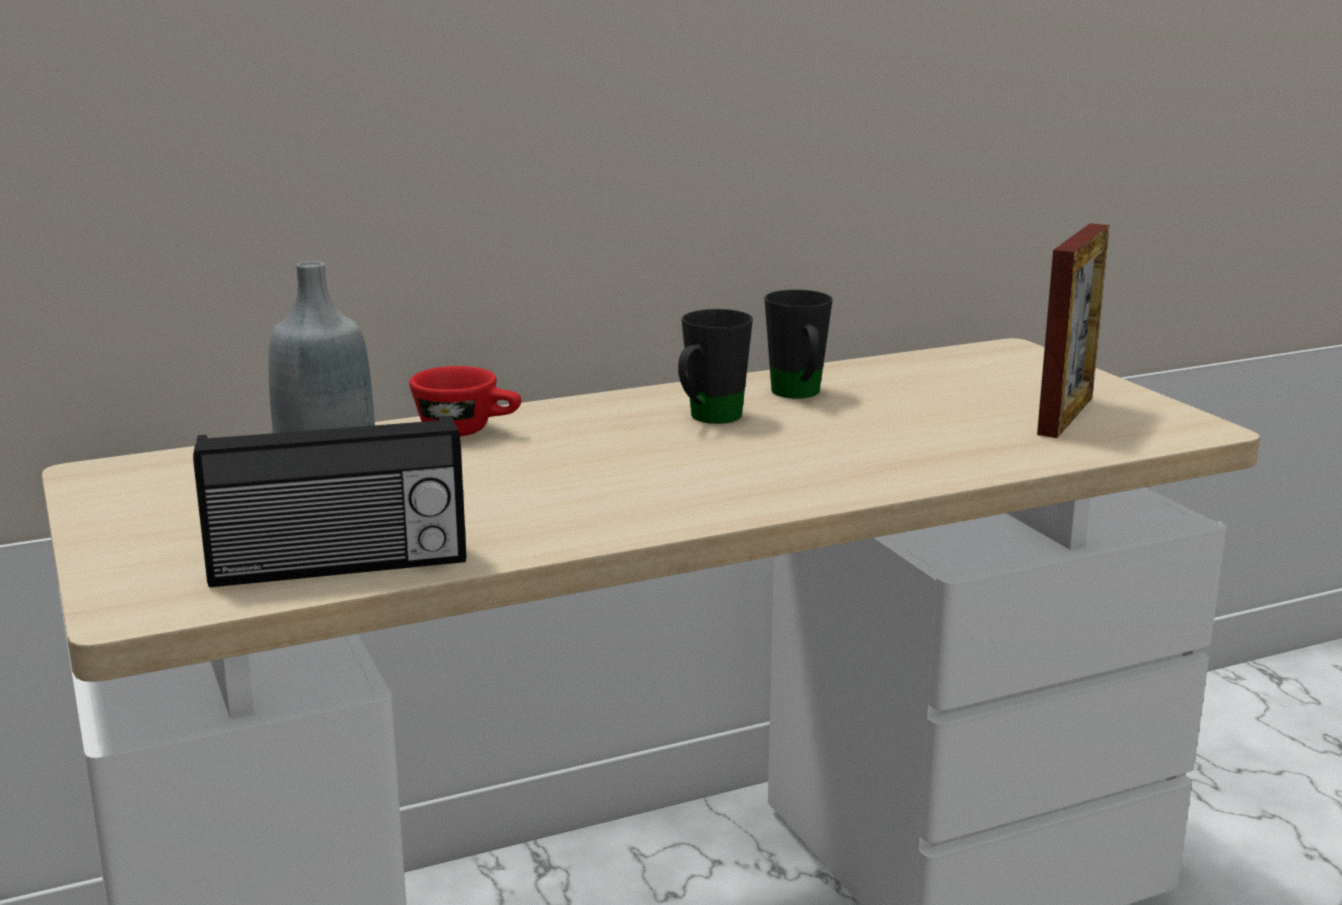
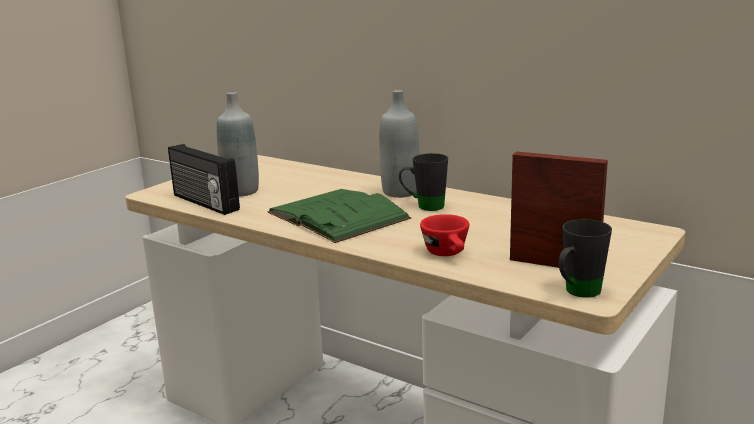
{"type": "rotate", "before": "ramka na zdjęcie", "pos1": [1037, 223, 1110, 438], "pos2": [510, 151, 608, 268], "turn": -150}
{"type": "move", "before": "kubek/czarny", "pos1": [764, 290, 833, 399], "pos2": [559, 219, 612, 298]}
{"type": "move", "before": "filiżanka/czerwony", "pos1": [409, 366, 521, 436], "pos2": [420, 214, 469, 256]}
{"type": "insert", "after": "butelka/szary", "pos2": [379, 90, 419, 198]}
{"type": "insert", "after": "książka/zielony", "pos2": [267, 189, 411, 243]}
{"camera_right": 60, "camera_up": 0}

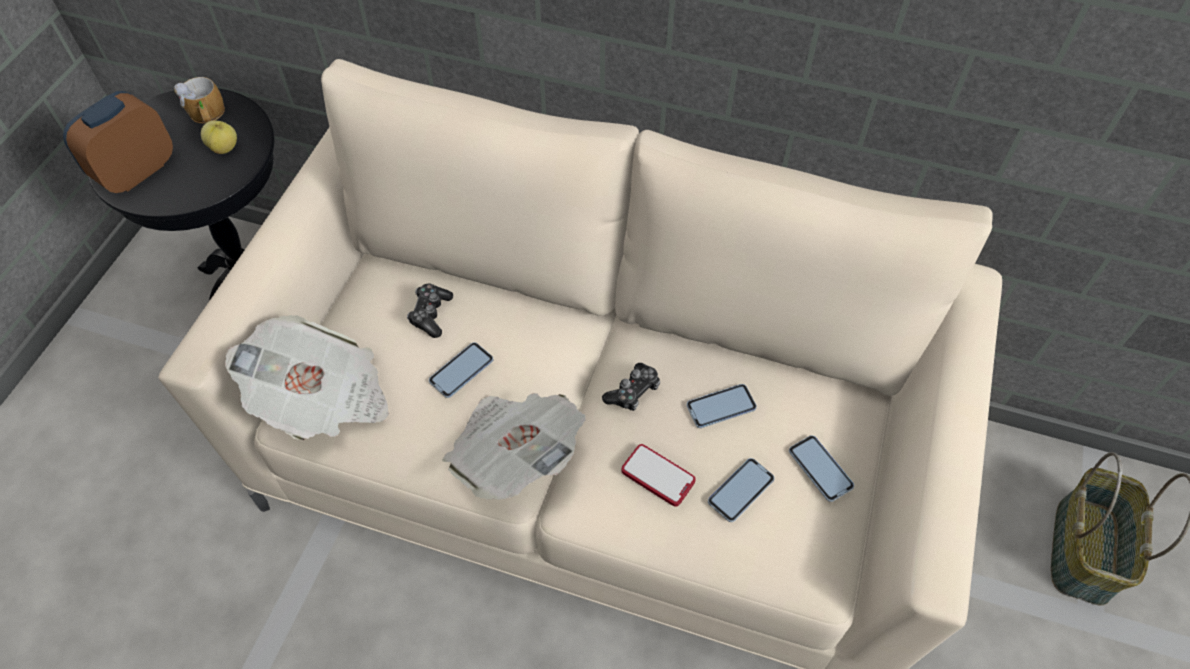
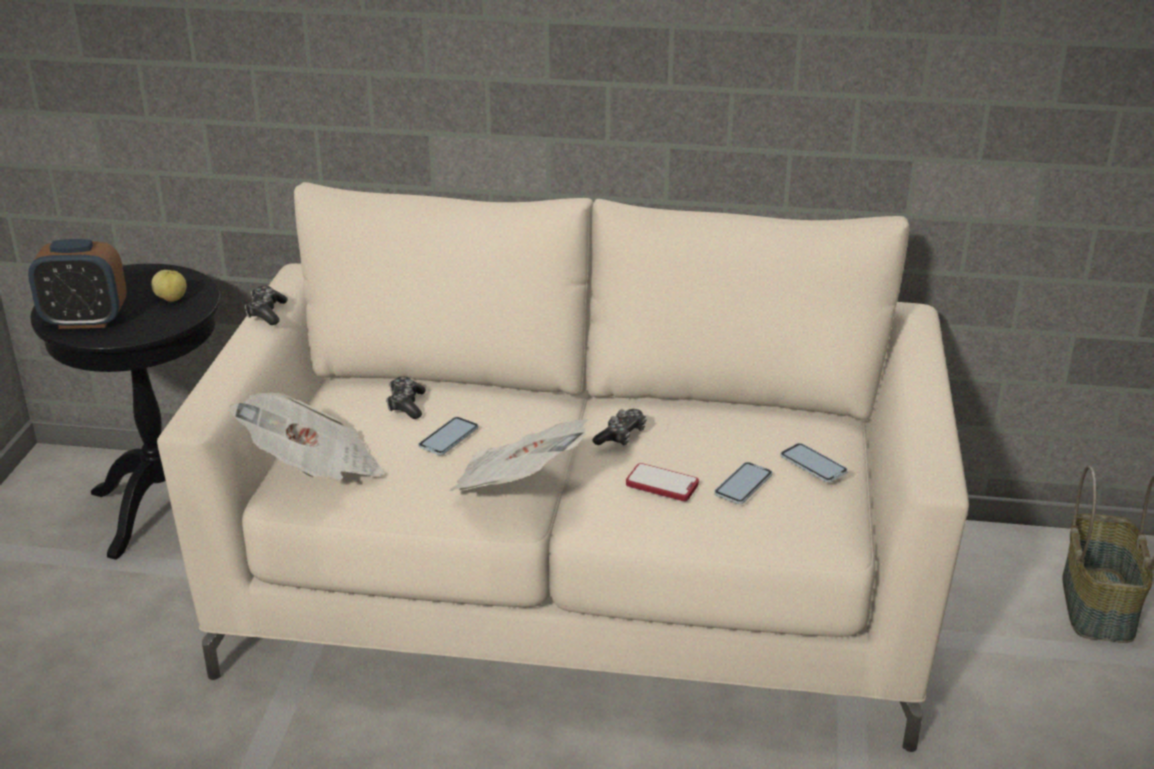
{"type": "delete", "before": "kubek", "pos1": [174, 77, 225, 123]}
{"type": "rotate", "before": "budzik", "pos1": [63, 91, 173, 193], "pos2": [28, 239, 127, 329], "turn": -120}
{"type": "delete", "before": "telefon", "pos1": [686, 384, 757, 428]}
{"type": "insert", "after": "pad do gier", "pos2": [245, 286, 288, 325]}
{"camera_right": -10, "camera_up": -25}

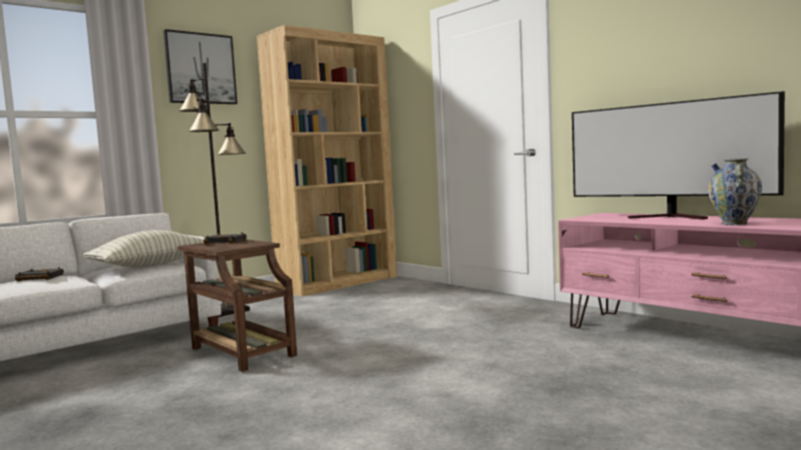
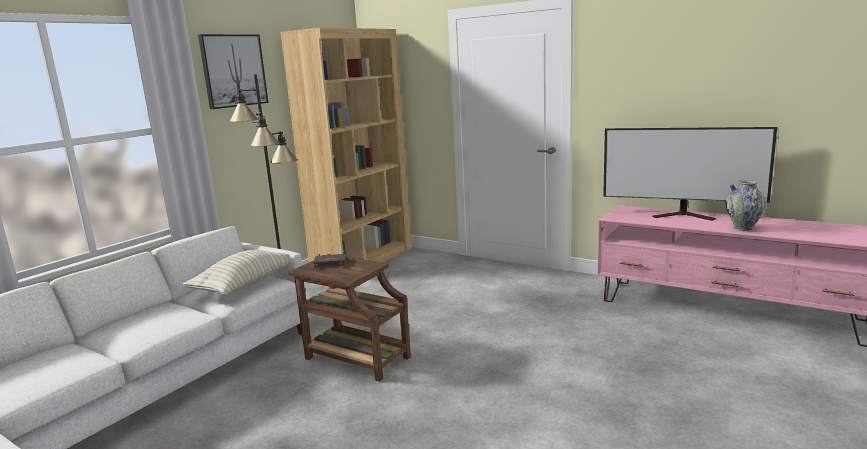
{"type": "delete", "before": "książka/czarny", "pos1": [15, 267, 64, 281]}
{"camera_right": -15, "camera_up": 10}

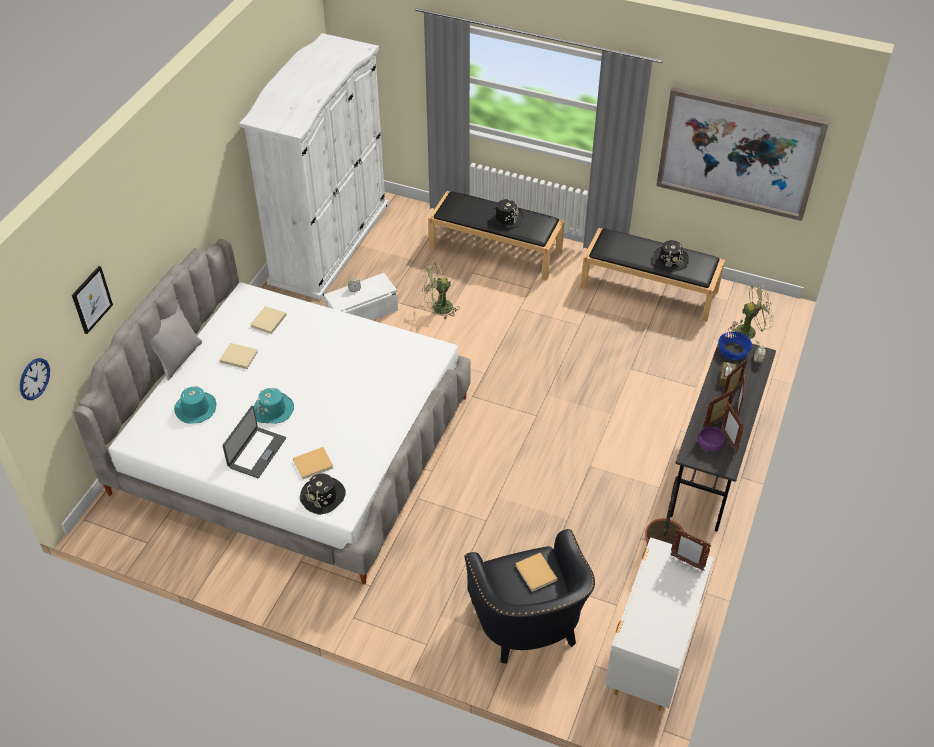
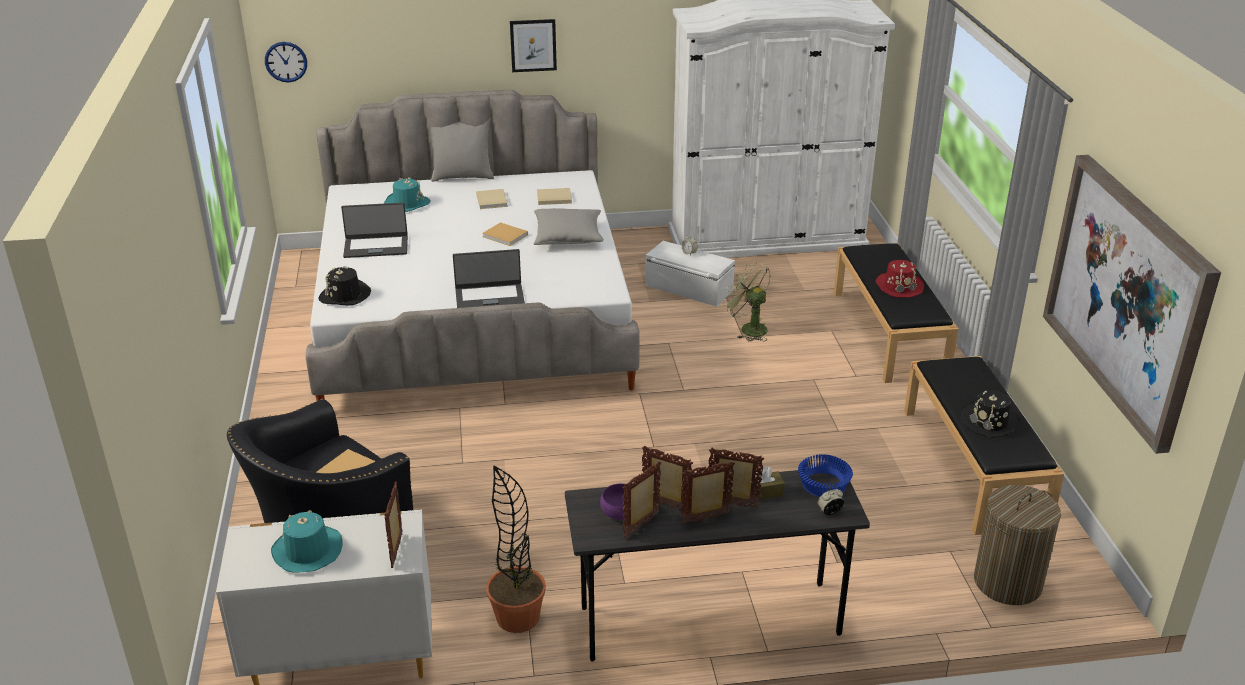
{"type": "recolor", "before": "kapelusz/czarny", "after": "kapelusz/czerwony", "pos1": [489, 199, 523, 228], "pos2": [876, 260, 924, 298]}
{"type": "move", "before": "obraz", "pos1": [72, 266, 113, 334], "pos2": [510, 19, 557, 72]}
{"type": "replace", "before": "wentylator/zielony", "after": "kosz na pranie", "pos1": [728, 285, 773, 344], "pos2": [974, 485, 1061, 605]}
{"type": "move", "before": "kapelusz/turkusowy", "pos1": [254, 388, 294, 424], "pos2": [271, 510, 343, 573]}
{"type": "move", "before": "książka/beżowy", "pos1": [293, 447, 333, 479], "pos2": [482, 222, 528, 246]}
{"type": "insert", "after": "poduszka/szary", "pos2": [533, 208, 604, 245]}
{"type": "insert", "after": "laptop", "pos2": [453, 249, 525, 308]}
{"camera_right": 60, "camera_up": -15}

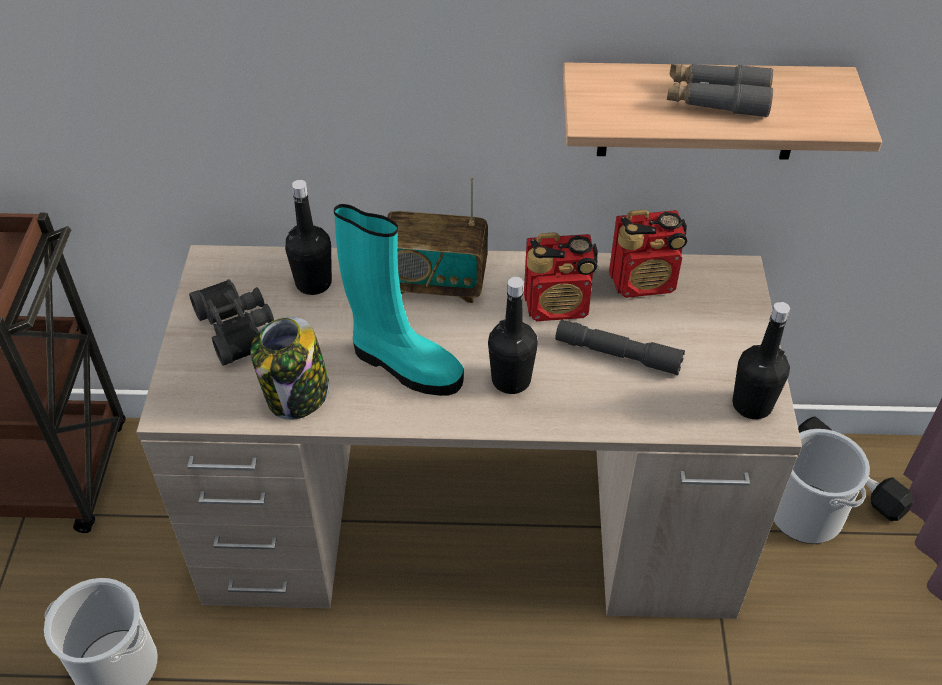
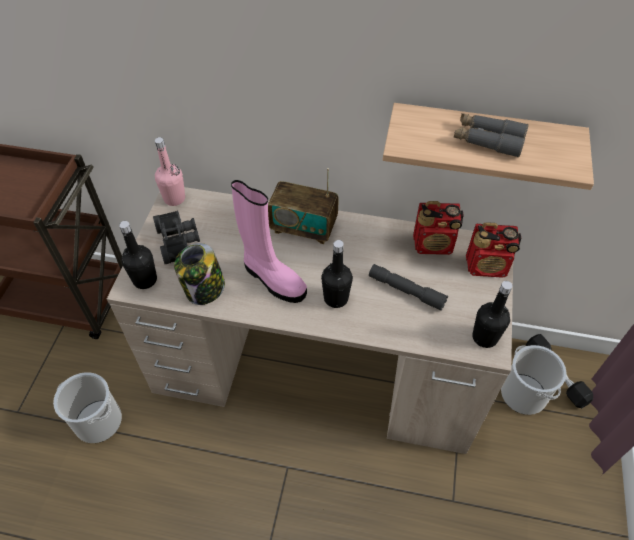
{"type": "move", "before": "butelka/czarny", "pos1": [285, 180, 332, 295], "pos2": [119, 221, 157, 289]}
{"type": "recolor", "before": "but z cholewką/turkusowy", "after": "but z cholewką/różowy", "pos1": [334, 204, 464, 396], "pos2": [231, 180, 307, 303]}
{"type": "move", "before": "radio", "pos1": [524, 232, 598, 321], "pos2": [466, 222, 521, 278]}
{"type": "insert", "after": "butelka/różowy", "pos2": [155, 137, 185, 206]}
{"camera_right": 10, "camera_up": 5}

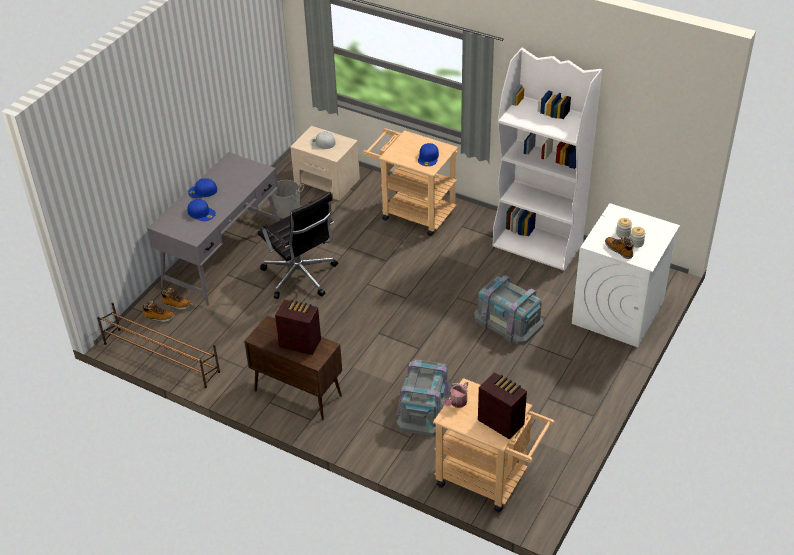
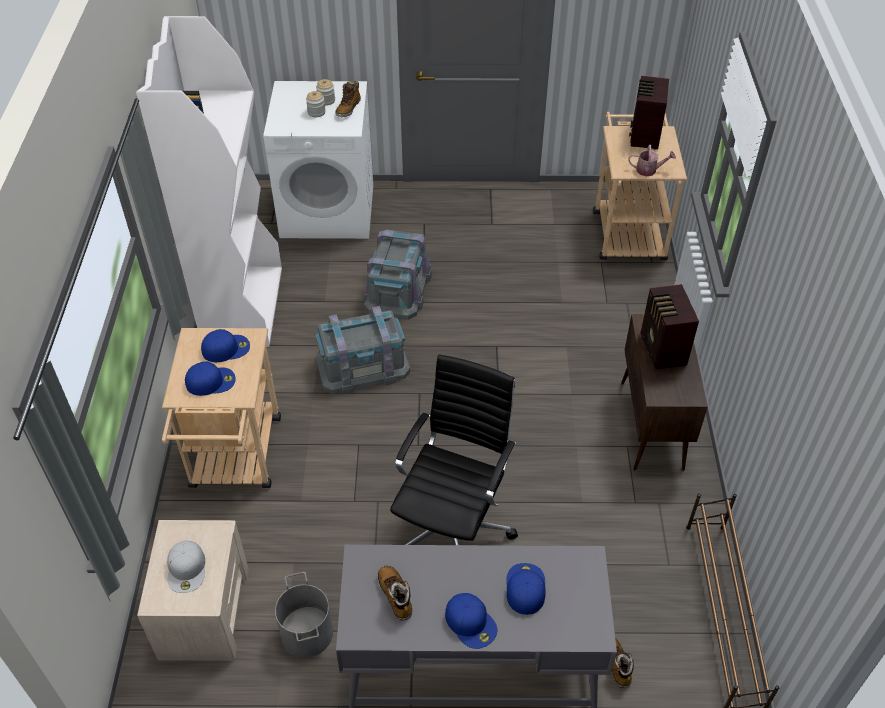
{"type": "move", "before": "but z cholewką", "pos1": [142, 301, 175, 322], "pos2": [378, 565, 412, 621]}
{"type": "move", "before": "pojemnik do przechowywania/szary", "pos1": [396, 359, 451, 436], "pos2": [315, 306, 410, 394]}
{"type": "insert", "after": "czapka z daszkiem/niebieski", "pos2": [185, 362, 236, 396]}
{"camera_right": -120, "camera_up": 5}

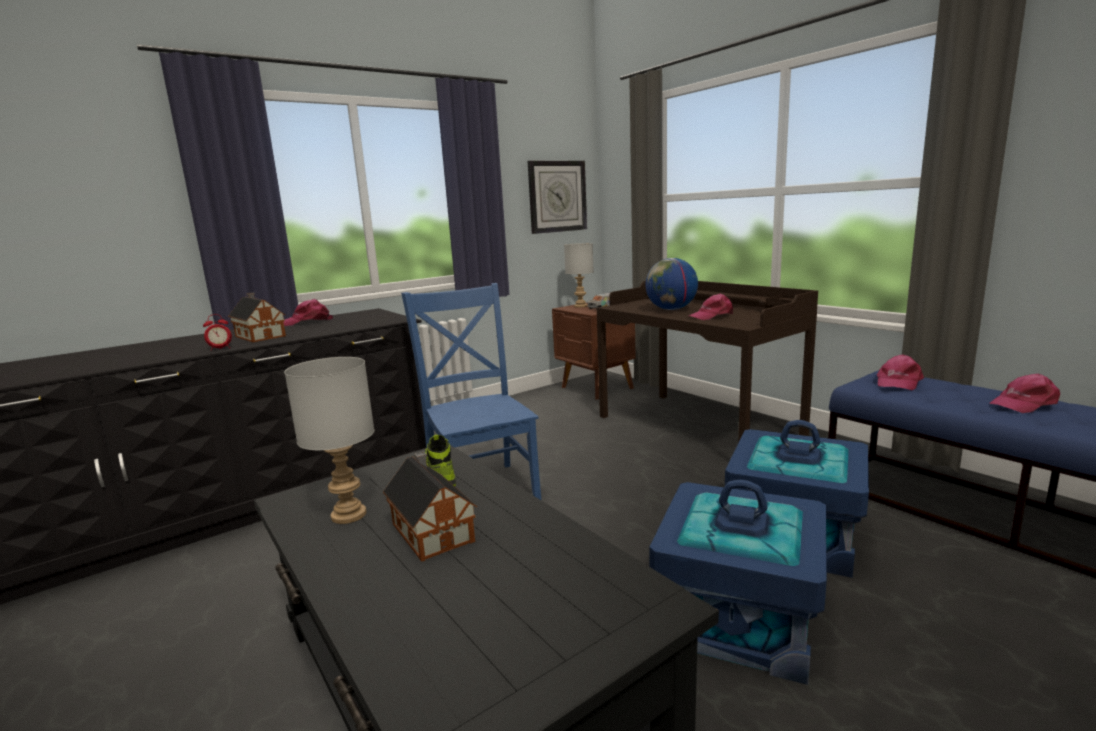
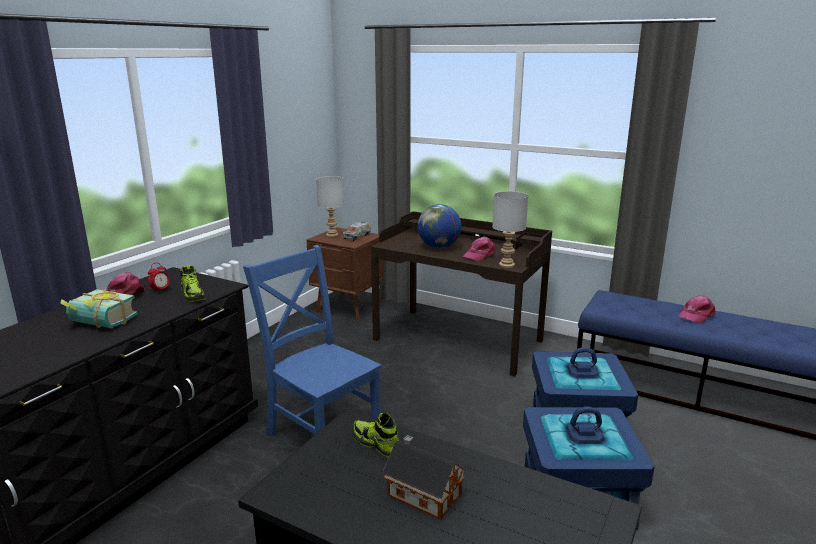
{"type": "delete", "before": "zegar ścienny", "pos1": [528, 161, 587, 234]}
{"type": "replace", "before": "domek", "after": "książka", "pos1": [228, 293, 286, 342], "pos2": [60, 289, 137, 328]}
{"type": "move", "before": "budzik", "pos1": [203, 314, 232, 351], "pos2": [148, 263, 170, 292]}
{"type": "delete", "before": "czapka z daszkiem/różowy", "pos1": [877, 354, 924, 391]}
{"type": "move", "before": "lampa stołowa/szary", "pos1": [284, 357, 374, 524], "pos2": [492, 191, 528, 268]}
{"type": "insert", "after": "but", "pos2": [180, 265, 206, 302]}
{"camera_right": -25, "camera_up": 5}

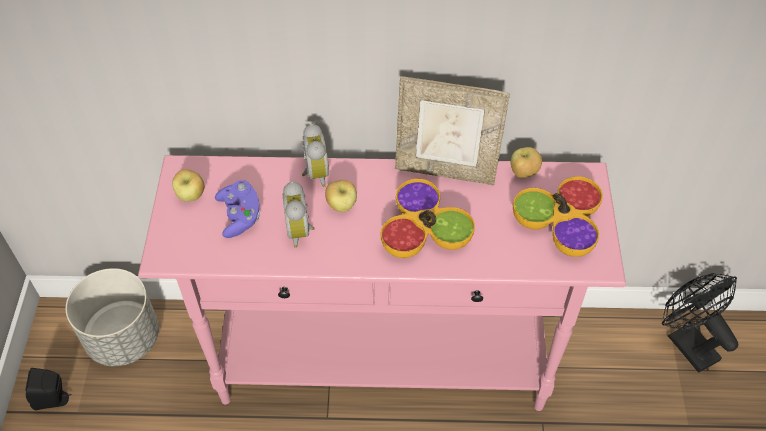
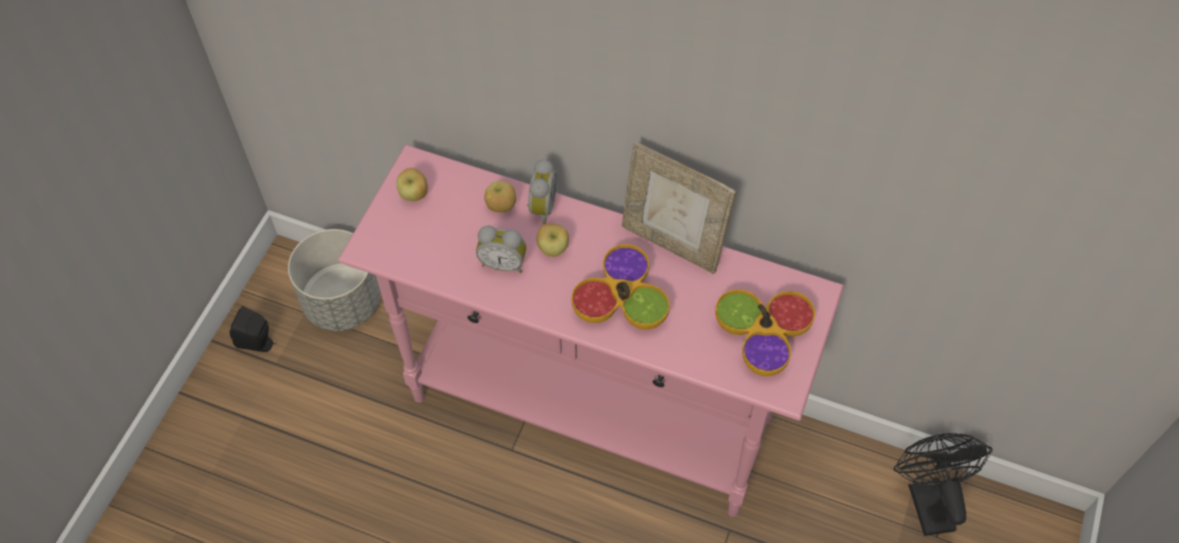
{"type": "move", "before": "jabłko", "pos1": [511, 147, 542, 178], "pos2": [484, 181, 516, 212]}
{"type": "delete", "before": "pad do gier/fioletowy", "pos1": [215, 180, 260, 238]}
{"type": "rotate", "before": "budzik", "pos1": [283, 181, 315, 248], "pos2": [476, 225, 526, 273], "turn": -90}
{"camera_right": 20, "camera_up": 5}

